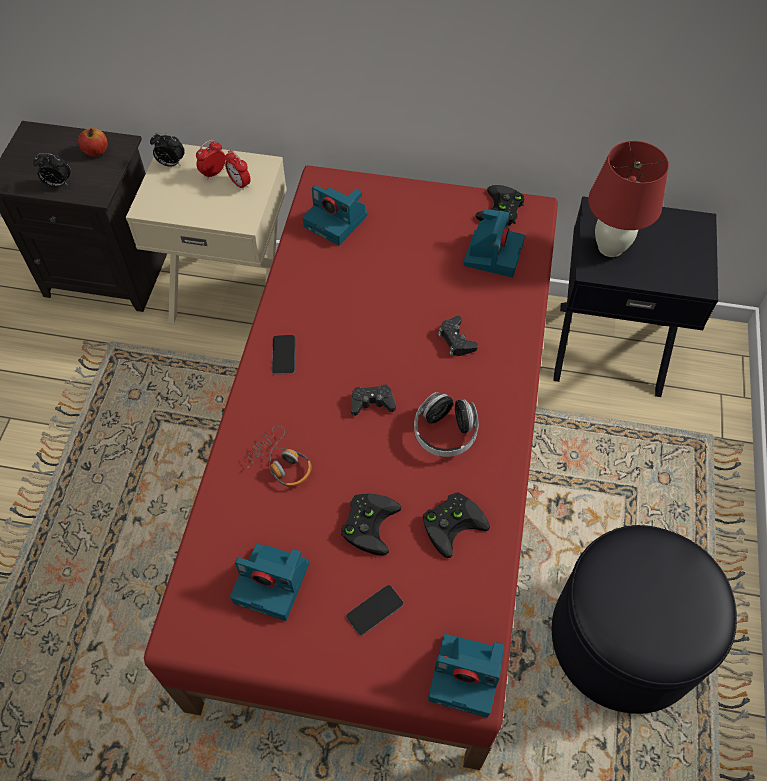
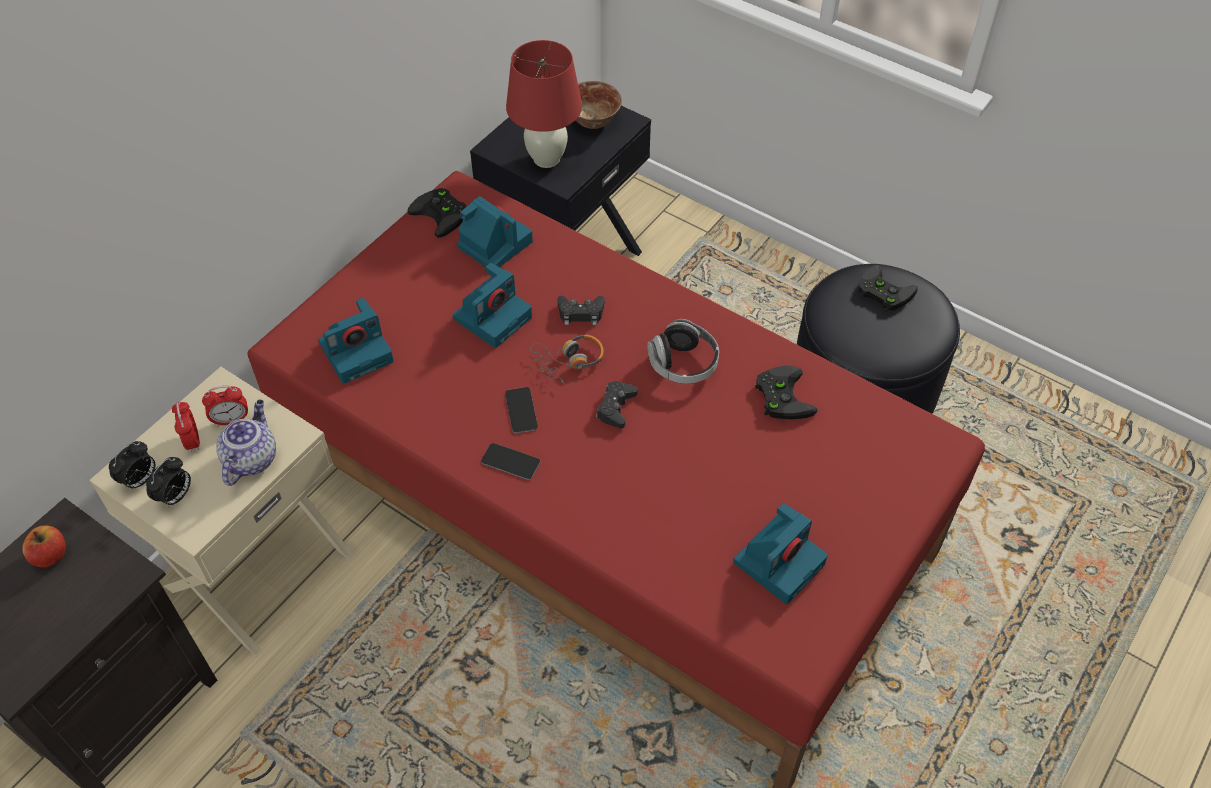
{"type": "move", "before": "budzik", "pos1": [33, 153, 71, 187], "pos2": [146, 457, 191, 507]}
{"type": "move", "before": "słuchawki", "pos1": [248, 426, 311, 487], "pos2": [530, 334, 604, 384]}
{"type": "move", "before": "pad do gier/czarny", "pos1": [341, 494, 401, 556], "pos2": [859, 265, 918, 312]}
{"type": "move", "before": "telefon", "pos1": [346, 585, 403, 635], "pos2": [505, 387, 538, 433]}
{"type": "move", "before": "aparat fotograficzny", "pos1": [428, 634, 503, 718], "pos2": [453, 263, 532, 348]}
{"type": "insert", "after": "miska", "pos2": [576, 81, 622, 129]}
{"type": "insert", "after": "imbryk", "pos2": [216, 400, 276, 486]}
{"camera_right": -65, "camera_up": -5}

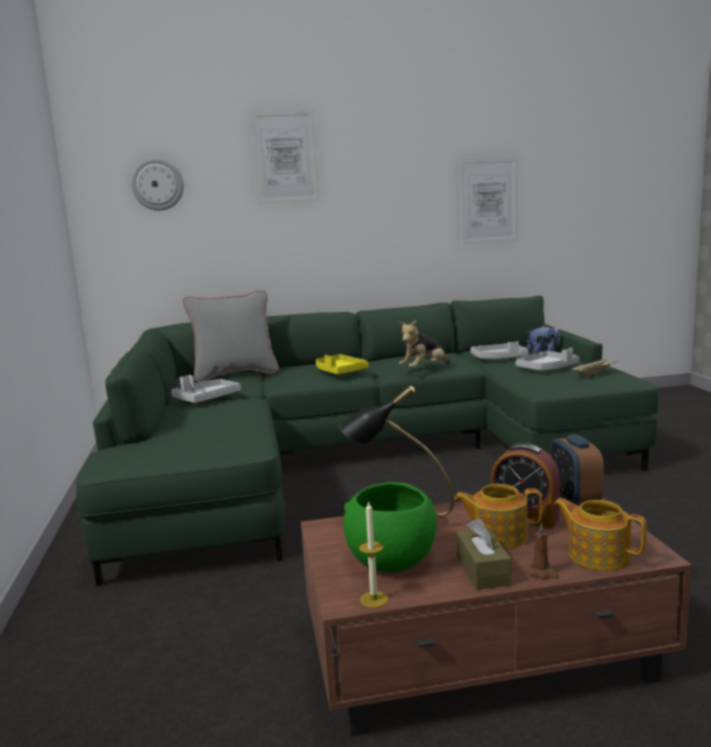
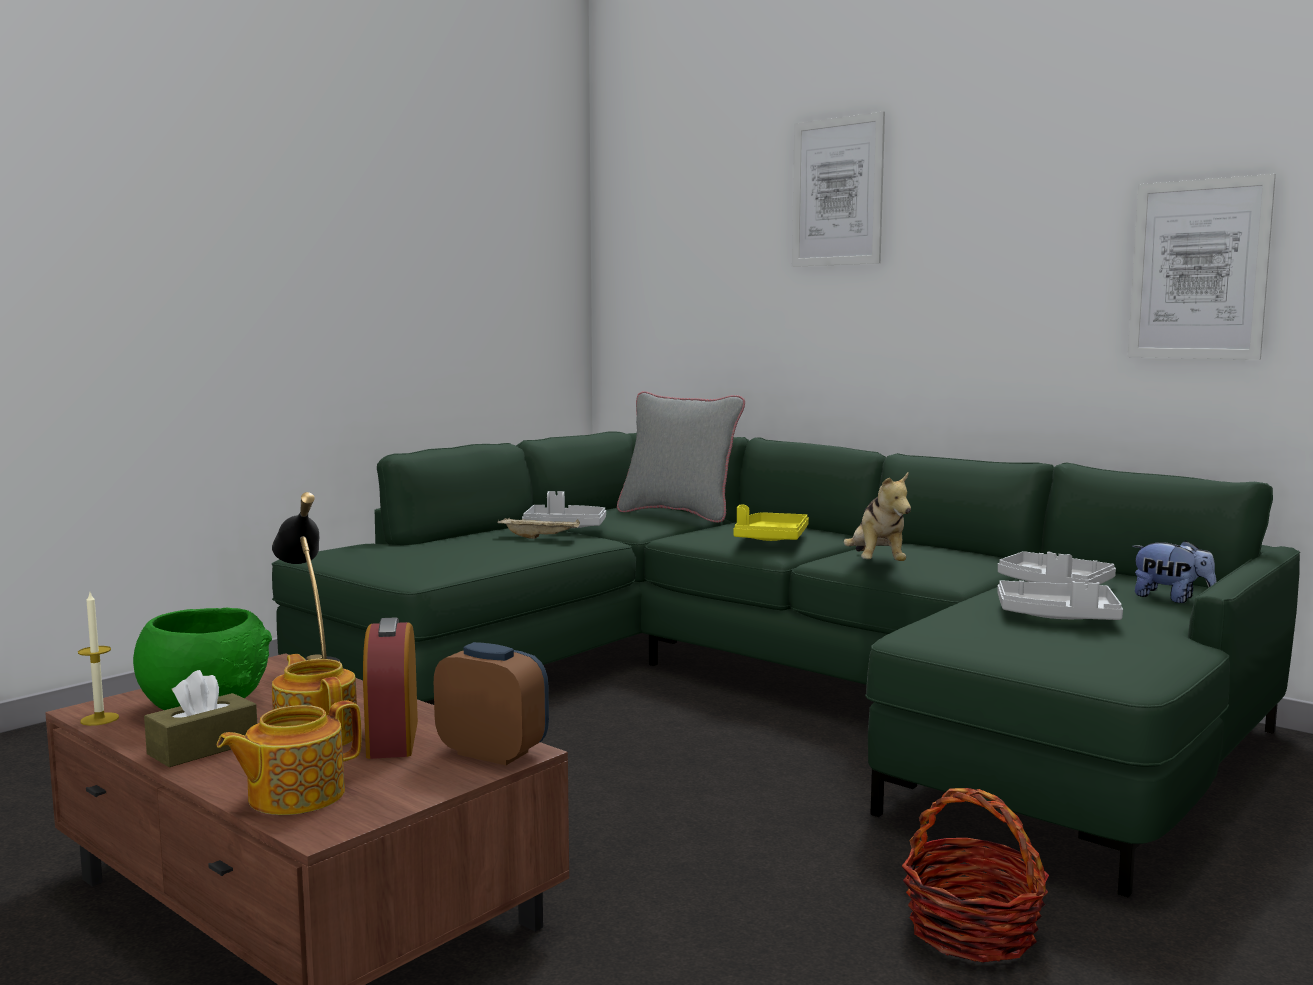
{"type": "delete", "before": "zegar ścienny", "pos1": [131, 158, 184, 211]}
{"type": "rotate", "before": "pluszak", "pos1": [399, 320, 450, 368], "pos2": [844, 473, 911, 561], "turn": -105}
{"type": "move", "before": "taca/beżowy", "pos1": [571, 358, 619, 377], "pos2": [498, 518, 580, 539]}
{"type": "rotate", "before": "budzik", "pos1": [550, 434, 604, 506], "pos2": [434, 642, 549, 765], "turn": 75}
{"type": "rotate", "before": "imbryk", "pos1": [554, 498, 647, 571], "pos2": [217, 700, 362, 815], "turn": -135}
{"type": "delete", "before": "świeca/brązowy", "pos1": [525, 523, 559, 579]}
{"type": "insert", "after": "koszyk", "pos2": [902, 788, 1049, 962]}
{"camera_right": 50, "camera_up": -5}

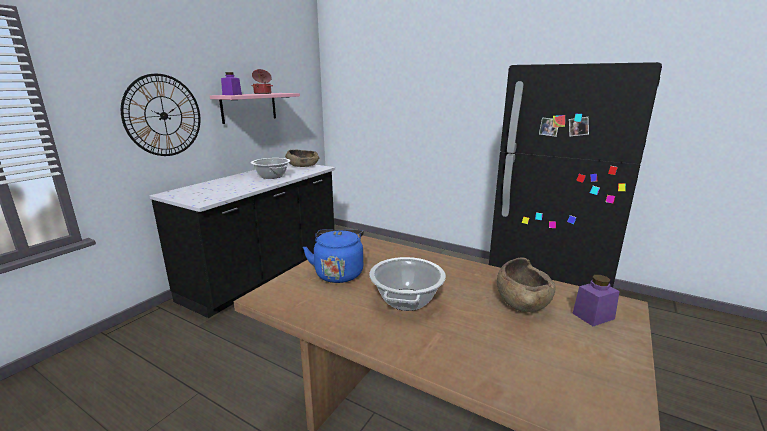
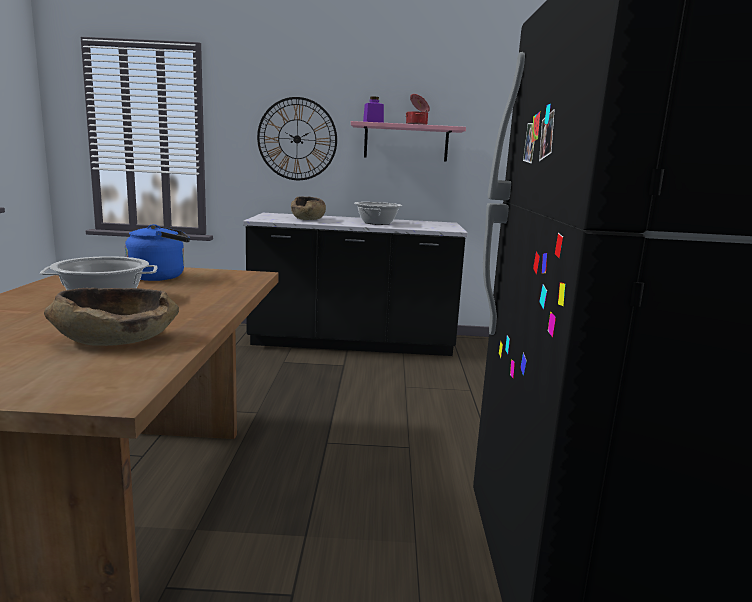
{"type": "move", "before": "miska/brązowy", "pos1": [285, 150, 319, 167], "pos2": [291, 196, 326, 220]}
{"type": "delete", "before": "słoik/fioletowy", "pos1": [572, 275, 620, 326]}
{"camera_right": 60, "camera_up": -5}

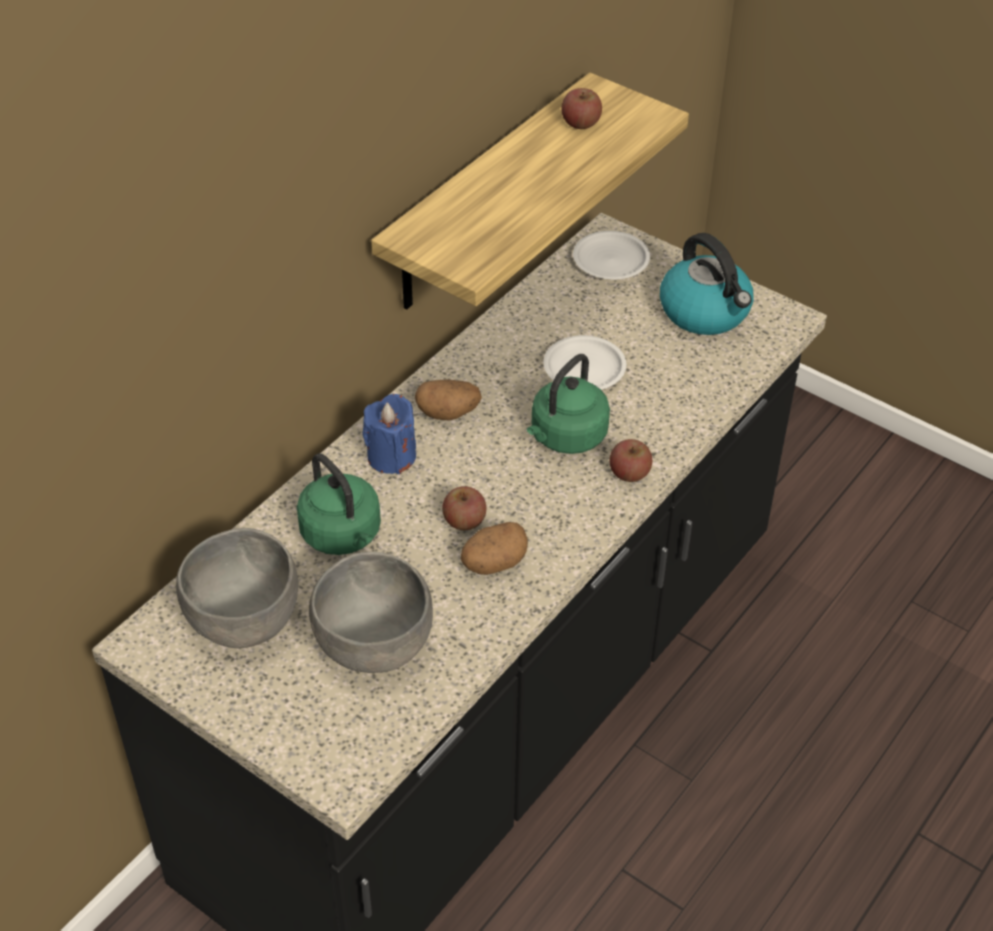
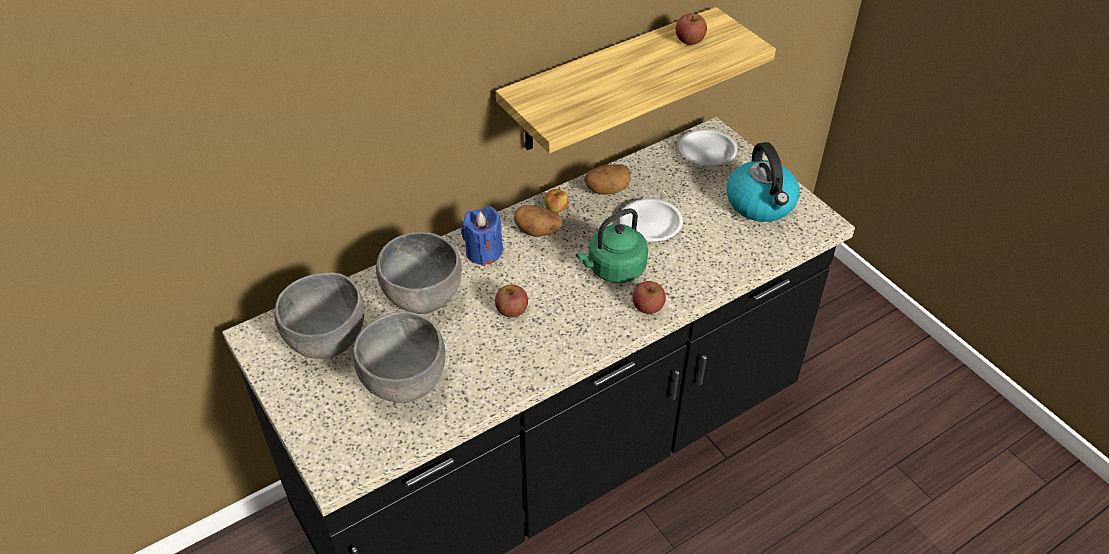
{"type": "replace", "before": "czajnik/zielony", "after": "miska/szary", "pos1": [297, 453, 381, 555], "pos2": [376, 232, 462, 314]}
{"type": "move", "before": "ziemniak", "pos1": [461, 522, 528, 575], "pos2": [584, 164, 631, 194]}
{"type": "insert", "after": "jabłko", "pos2": [544, 187, 568, 213]}
{"camera_right": 20, "camera_up": 0}

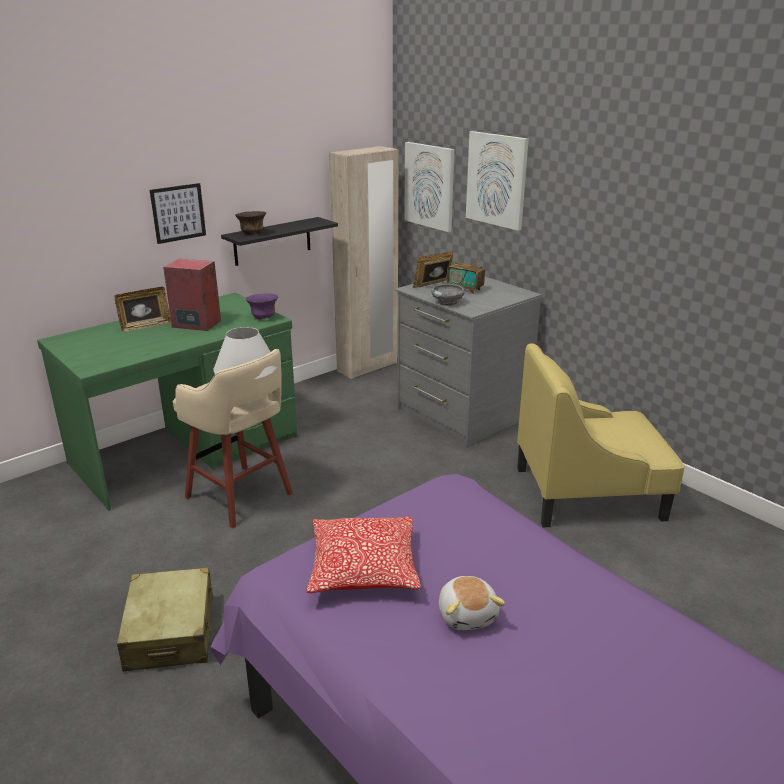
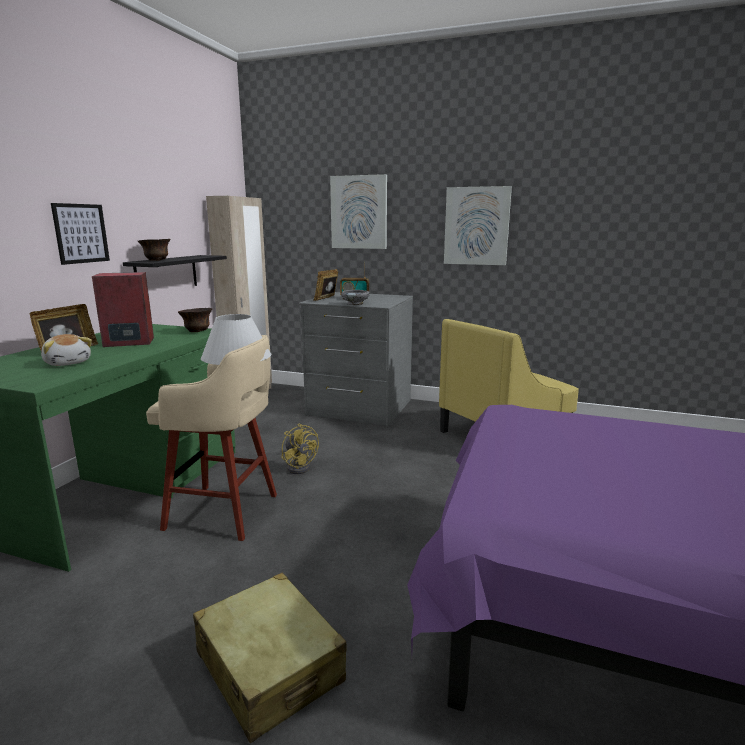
{"type": "move", "before": "obraz", "pos1": [404, 142, 454, 232], "pos2": [444, 186, 512, 265]}
{"type": "recolor", "before": "miska/fioletowy", "after": "miska/brązowy", "pos1": [245, 293, 278, 319], "pos2": [178, 308, 212, 332]}
{"type": "delete", "before": "poduszka", "pos1": [306, 517, 421, 593]}
{"type": "move", "before": "pluszak", "pos1": [439, 576, 506, 630], "pos2": [41, 334, 92, 366]}
{"type": "insert", "after": "wentylator/żółty", "pos2": [281, 423, 319, 474]}
{"camera_right": -30, "camera_up": -10}

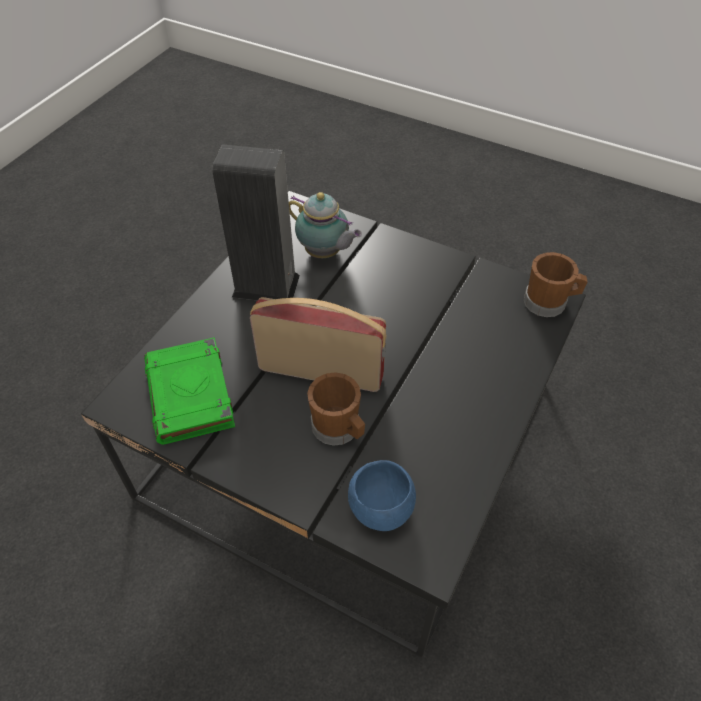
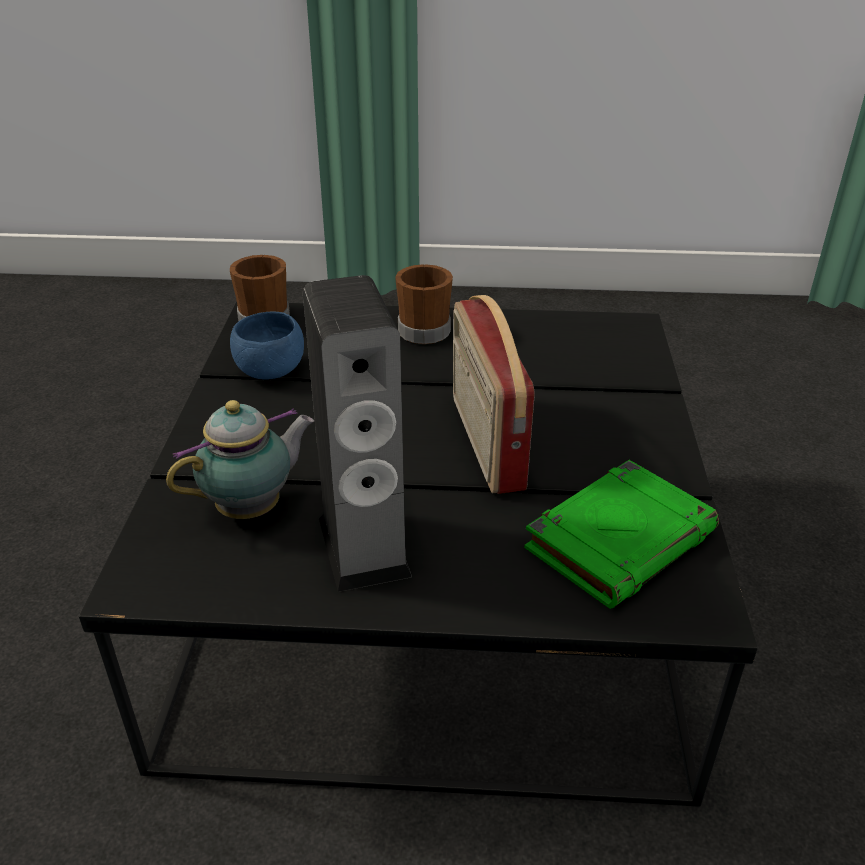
{"type": "rotate", "before": "imbryk", "pos1": [289, 192, 362, 258], "pos2": [166, 400, 314, 519], "turn": 45}
{"type": "move", "before": "kubek/brązowy", "pos1": [307, 372, 365, 446], "pos2": [395, 264, 453, 344]}
{"type": "move", "before": "miska/niebieski", "pos1": [348, 460, 416, 531], "pos2": [230, 312, 304, 380]}
{"camera_right": -115, "camera_up": -15}

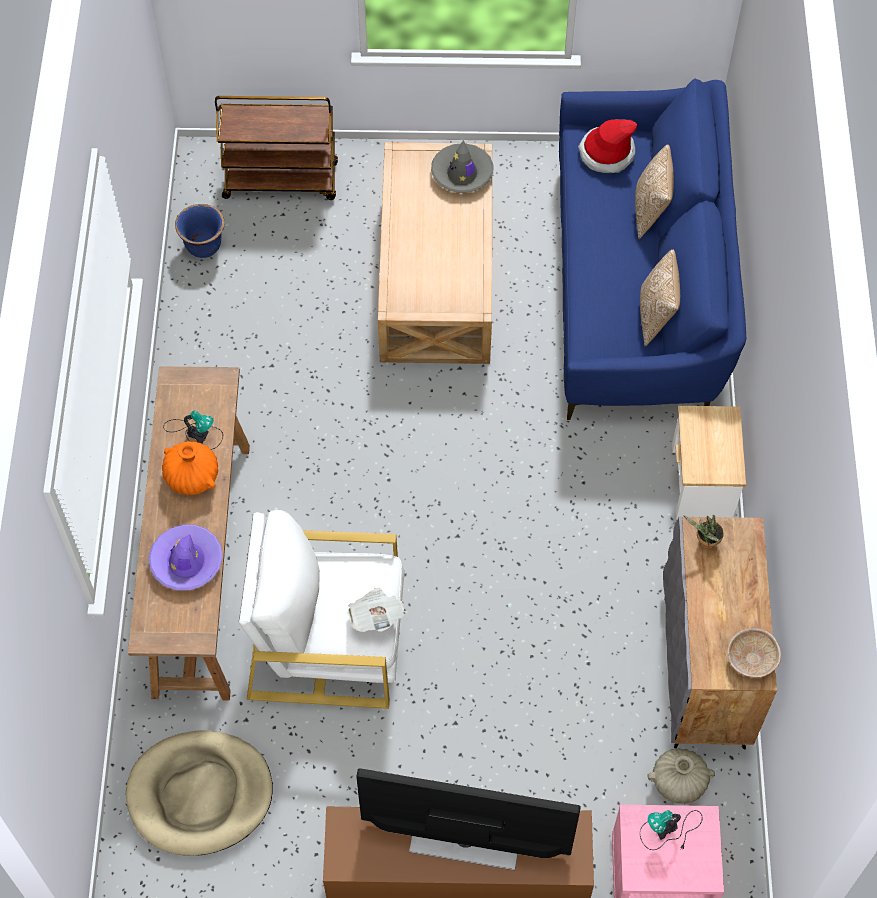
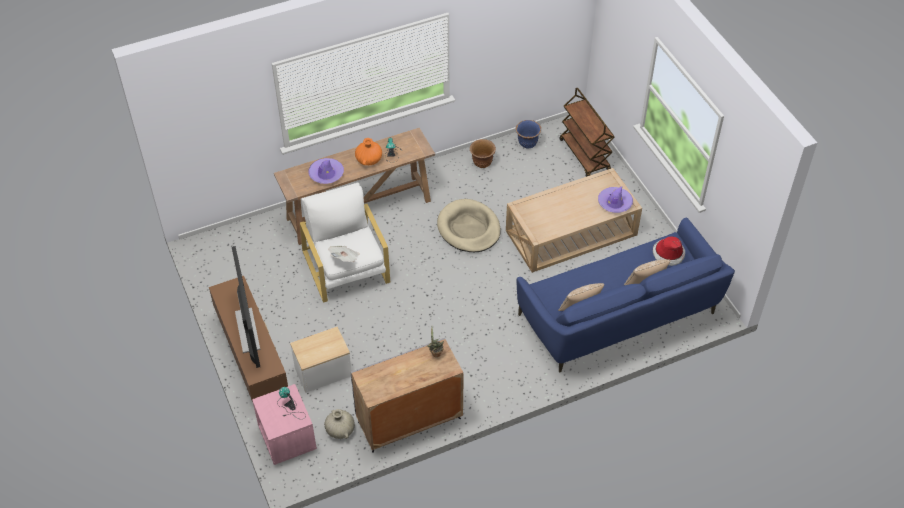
{"type": "recolor", "before": "kapelusz/szary", "after": "kapelusz/fioletowy", "pos1": [431, 140, 494, 193], "pos2": [598, 186, 633, 213]}
{"type": "move", "before": "stolik", "pos1": [672, 406, 746, 520], "pos2": [290, 327, 352, 393]}
{"type": "delete", "before": "miska/beżowy", "pos1": [727, 628, 781, 677]}
{"type": "move", "before": "legowisko/beżowy", "pos1": [126, 730, 273, 856], "pos2": [437, 199, 501, 252]}
{"type": "insert", "after": "donica/brązowy", "pos2": [470, 139, 496, 168]}
{"camera_right": 65, "camera_up": -10}

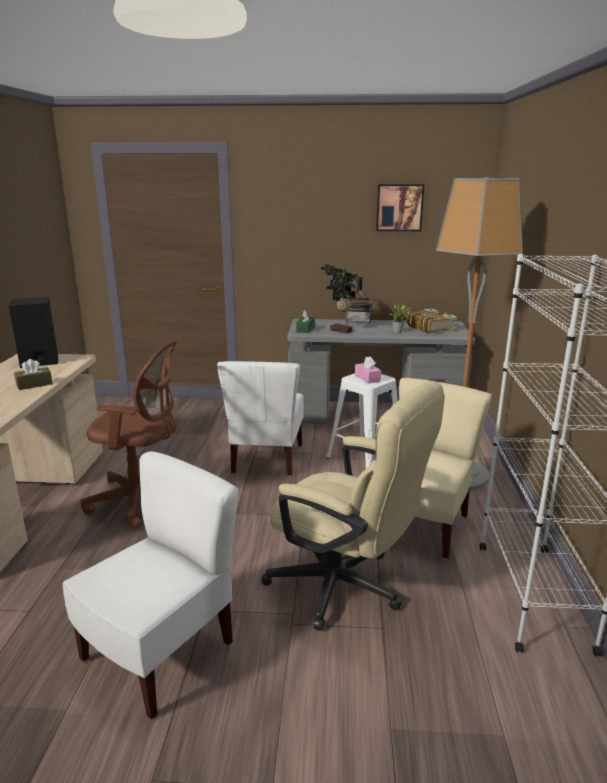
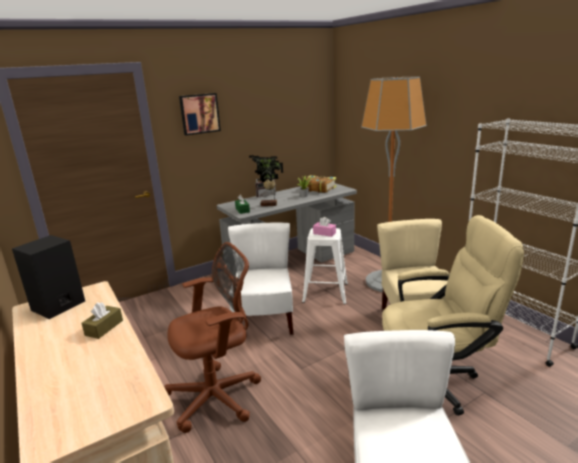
{"type": "move", "before": "obraz", "pos1": [376, 184, 424, 231], "pos2": [179, 93, 221, 135]}
{"type": "rotate", "before": "krzesło/biały", "pos1": [217, 361, 304, 476], "pos2": [228, 222, 293, 335], "turn": -150}
{"camera_right": -35, "camera_up": 0}

